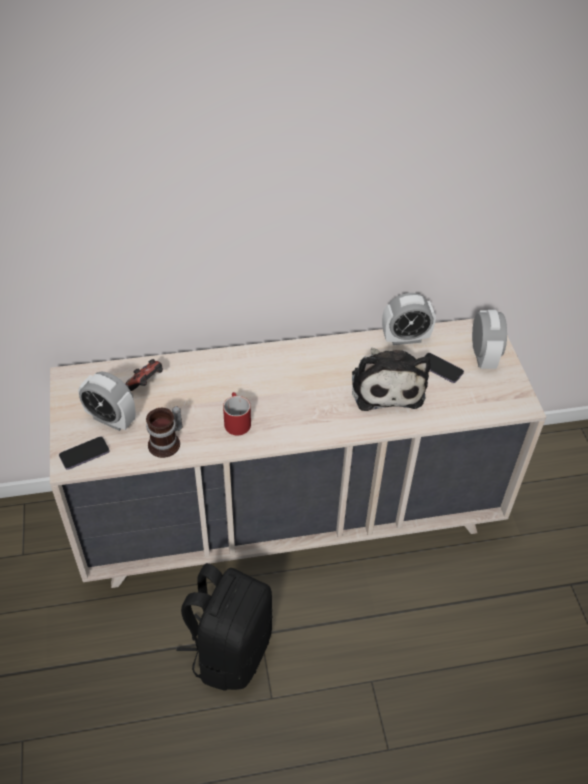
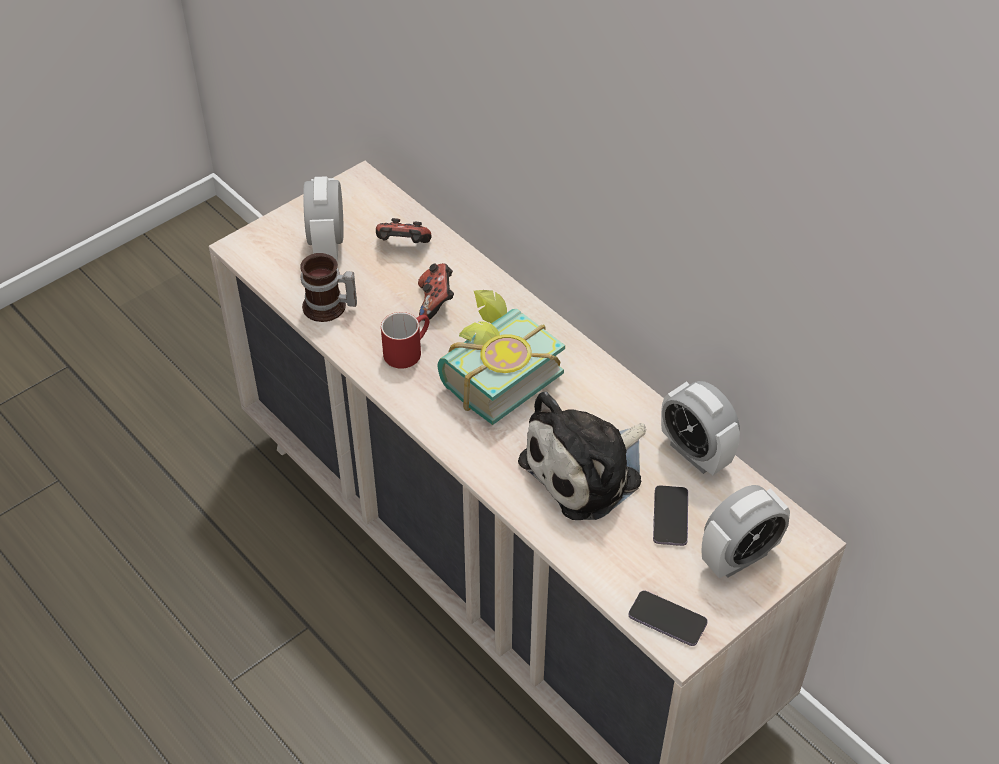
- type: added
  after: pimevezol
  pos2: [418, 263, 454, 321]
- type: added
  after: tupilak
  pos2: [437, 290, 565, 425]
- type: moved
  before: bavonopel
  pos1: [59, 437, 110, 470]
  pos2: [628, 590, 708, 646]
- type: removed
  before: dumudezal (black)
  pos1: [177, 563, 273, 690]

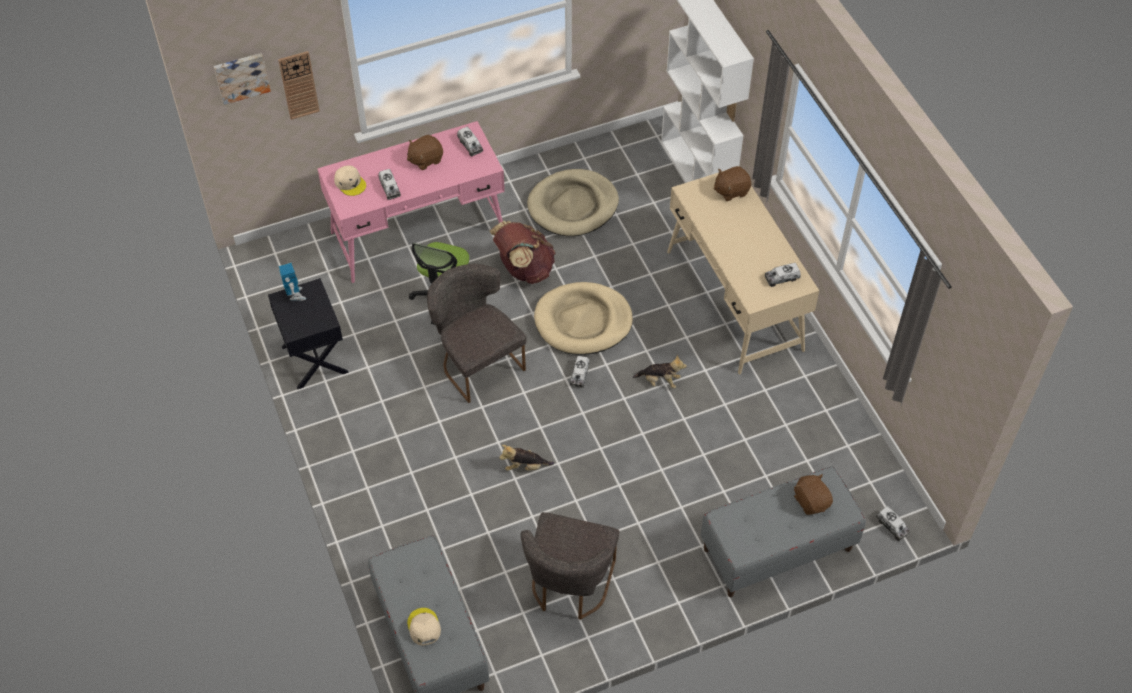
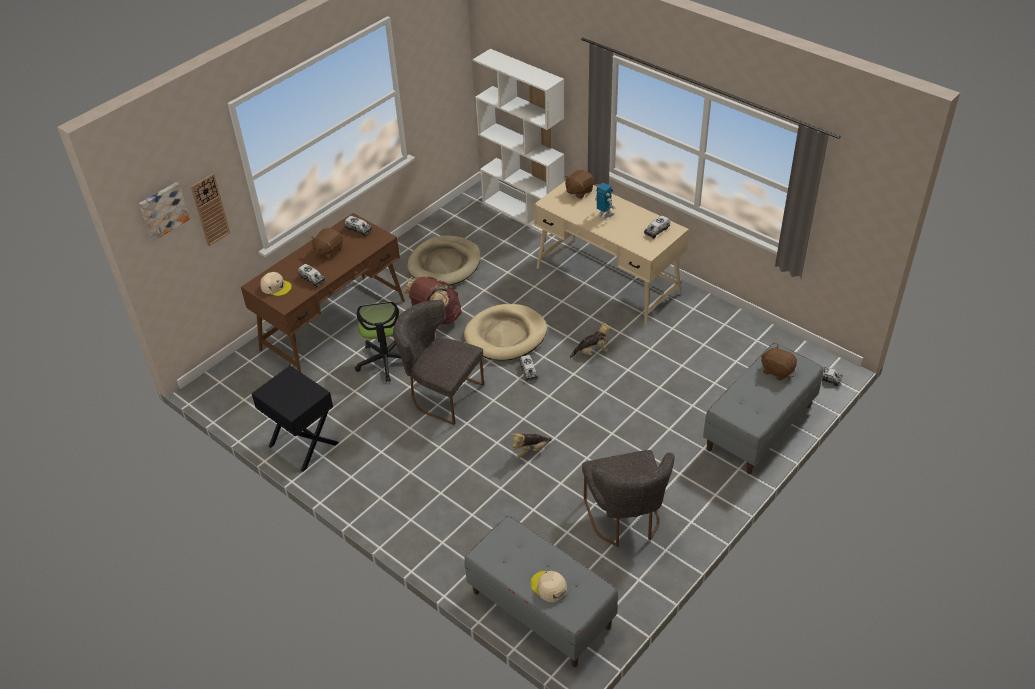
- type: recoloured
  before: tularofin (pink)
  after: tularofin (brown)
  pos1: [317, 121, 505, 283]
  pos2: [241, 213, 405, 372]
- type: moved
  before: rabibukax
  pos1: [279, 263, 306, 301]
  pos2: [595, 182, 616, 219]

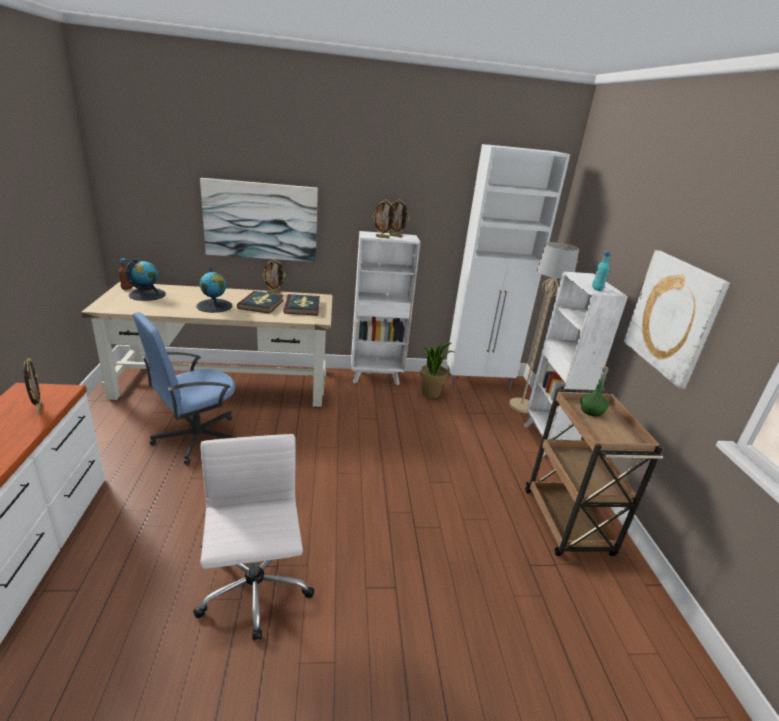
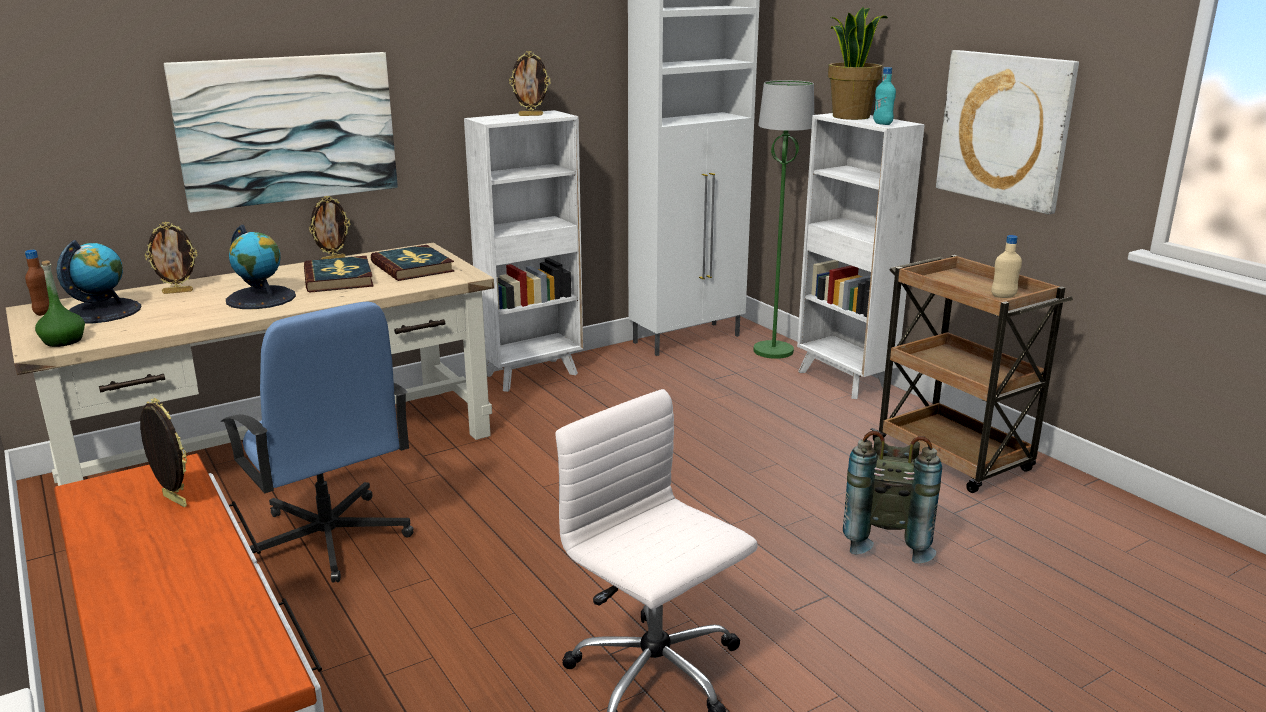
- type: moved
  before: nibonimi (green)
  pos1: [580, 366, 609, 417]
  pos2: [35, 260, 85, 347]
- type: moved
  before: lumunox
  pos1: [372, 200, 397, 239]
  pos2: [145, 222, 197, 294]
- type: turned
  before: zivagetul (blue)
  pos1: [133, 312, 238, 465]
  pos2: [220, 301, 414, 583]
  turn: -60
- type: recoloured
  before: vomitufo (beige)
  after: vomitufo (green)
  pos1: [509, 242, 579, 413]
  pos2: [754, 80, 814, 359]
- type: moved
  before: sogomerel
  pos1: [420, 343, 454, 398]
  pos2: [828, 7, 888, 120]
- type: added
  after: dumudezal (grey)
  pos2: [843, 431, 942, 564]
- type: added
  after: nibonimi (beige)
  pos2: [991, 235, 1022, 298]

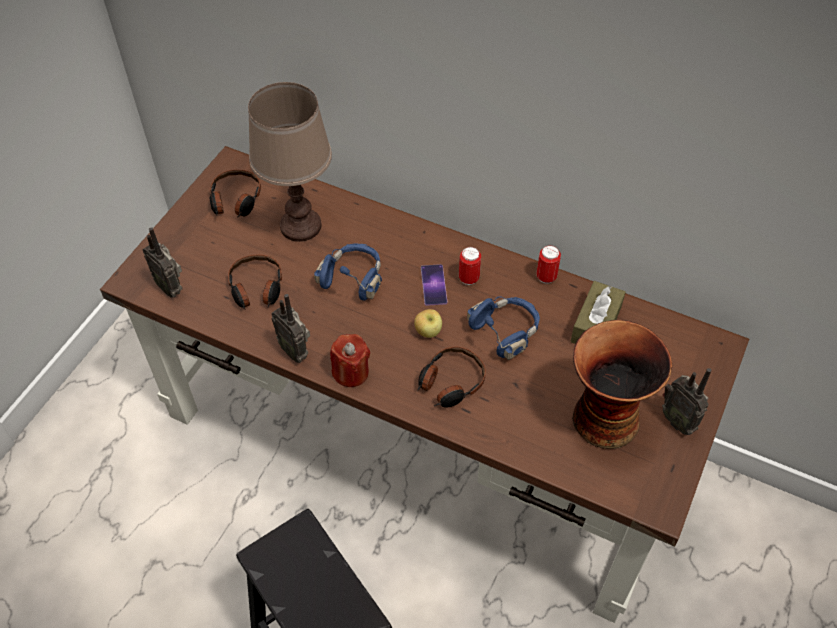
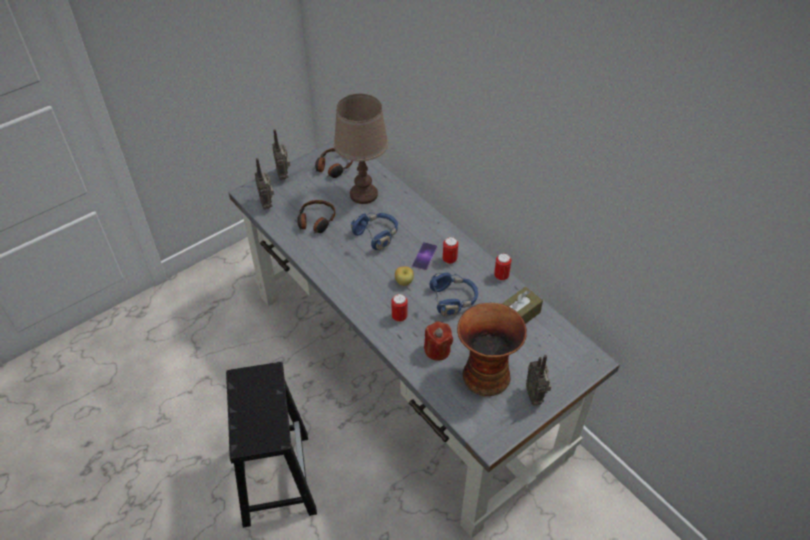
- type: recoloured
  before: tularofin (brown)
  after: tularofin (grey)
  pos1: [100, 146, 749, 623]
  pos2: [228, 141, 620, 538]
- type: moved
  before: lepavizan
  pos1: [271, 294, 310, 363]
  pos2: [272, 129, 290, 180]
- type: replaced
  before: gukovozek
  after: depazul
  pos1: [417, 347, 486, 408]
  pos2: [391, 294, 408, 322]
- type: moved
  before: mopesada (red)
  pos1: [330, 334, 370, 387]
  pos2: [424, 321, 453, 361]

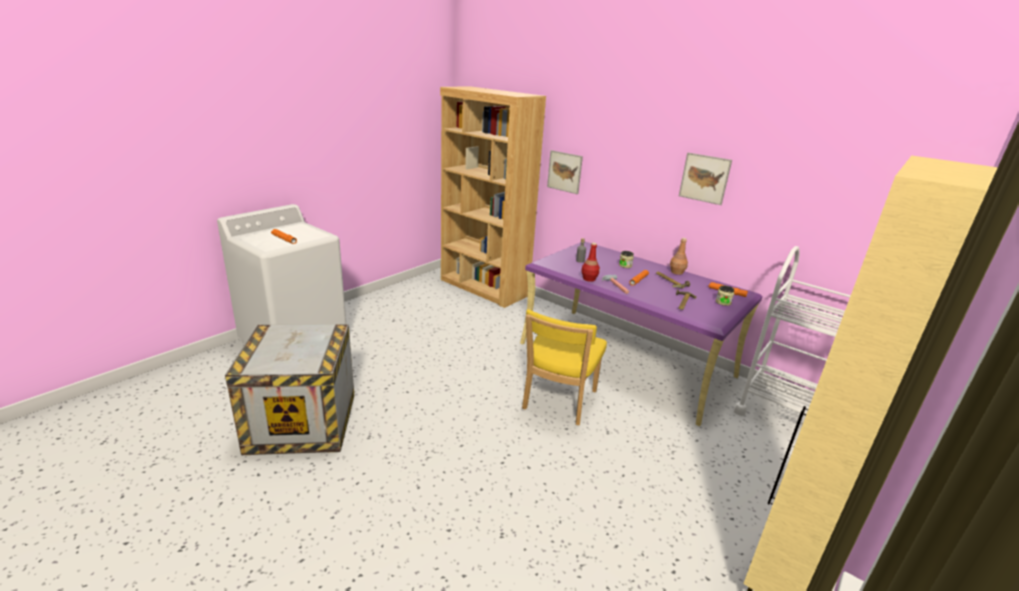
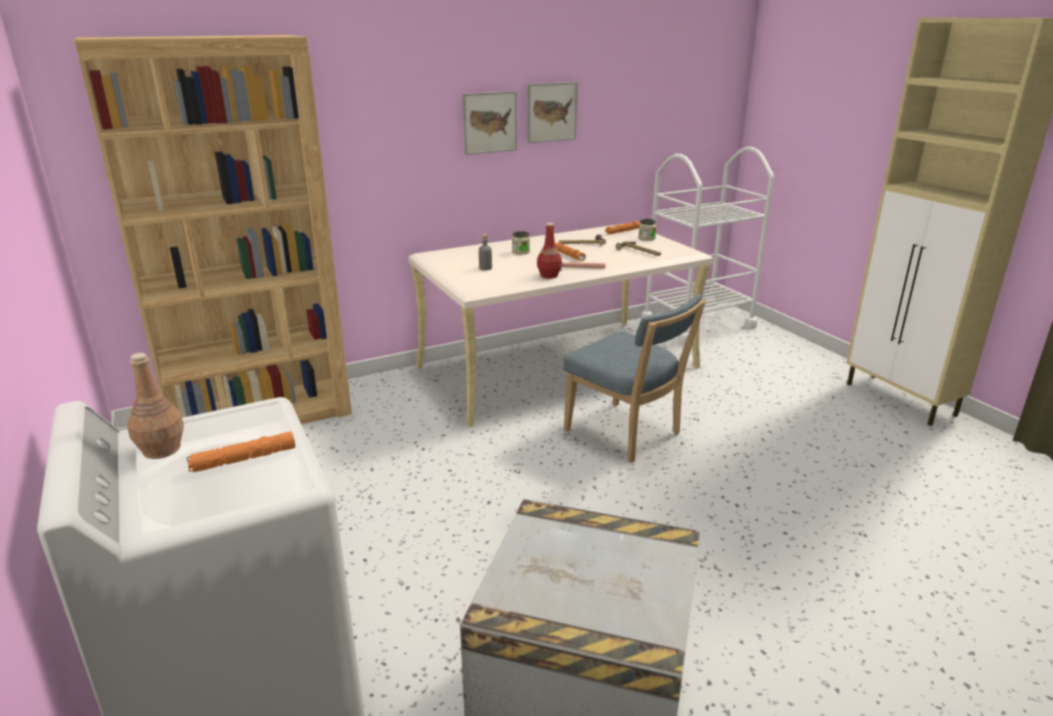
- type: moved
  before: nibonimi (brown)
  pos1: [670, 238, 688, 275]
  pos2: [127, 353, 184, 459]
- type: recoloured
  before: tularofin (purple)
  after: tularofin (beige)
  pos1: [520, 241, 762, 426]
  pos2: [408, 223, 713, 427]
- type: moved
  before: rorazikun
  pos1: [547, 150, 583, 194]
  pos2: [462, 91, 517, 155]
- type: recoloured
  before: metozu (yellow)
  after: metozu (blue)
  pos1: [522, 310, 607, 425]
  pos2: [563, 294, 706, 463]

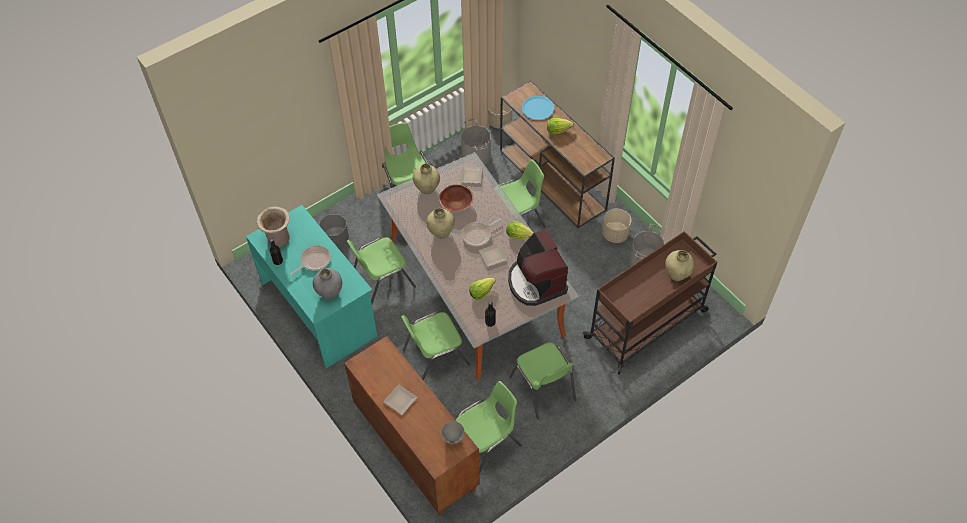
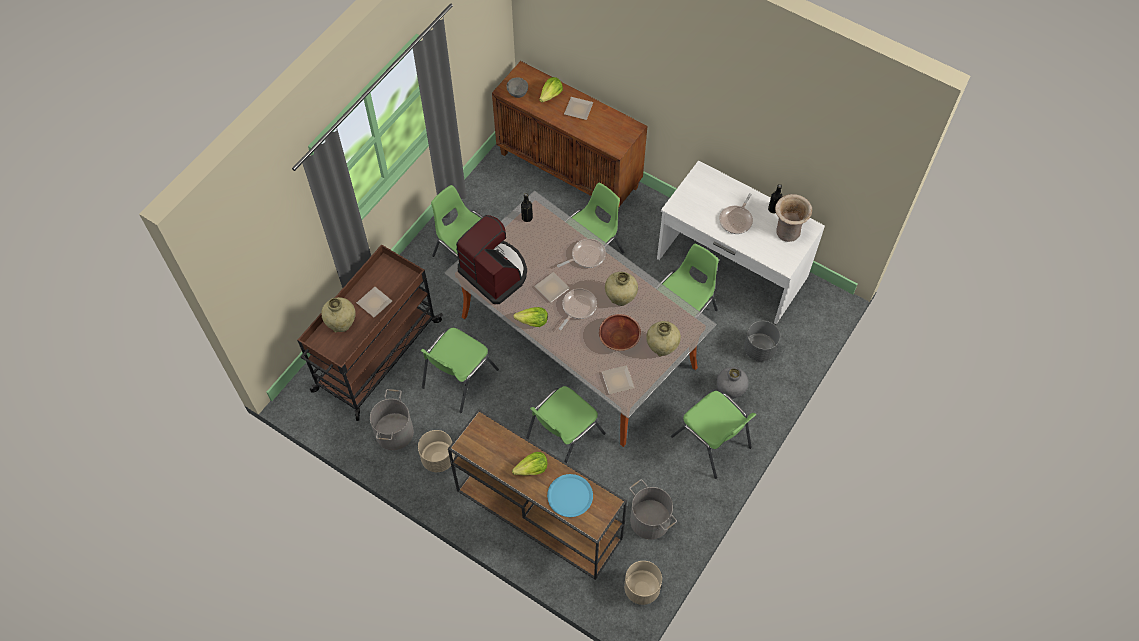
- type: added
  after: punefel
  pos2: [357, 287, 392, 317]
- type: moved
  before: metozu (green)
  pos1: [456, 381, 522, 473]
  pos2: [421, 328, 499, 413]
- type: moved
  before: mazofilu
  pos1: [469, 278, 496, 300]
  pos2: [539, 77, 563, 102]
- type: added
  after: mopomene
  pos2: [557, 239, 606, 268]
- type: recoloured
  before: tularofin (turquoise)
  after: tularofin (white)
  pos1: [246, 205, 377, 368]
  pos2: [657, 160, 825, 324]
- type: moved
  before: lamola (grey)
  pos1: [313, 268, 342, 300]
  pos2: [717, 367, 749, 399]

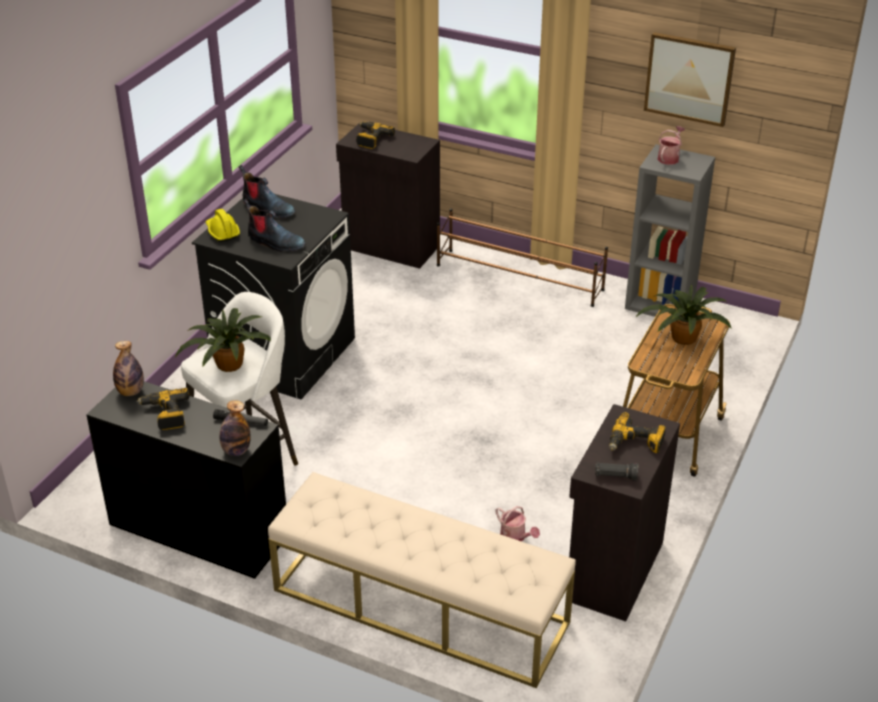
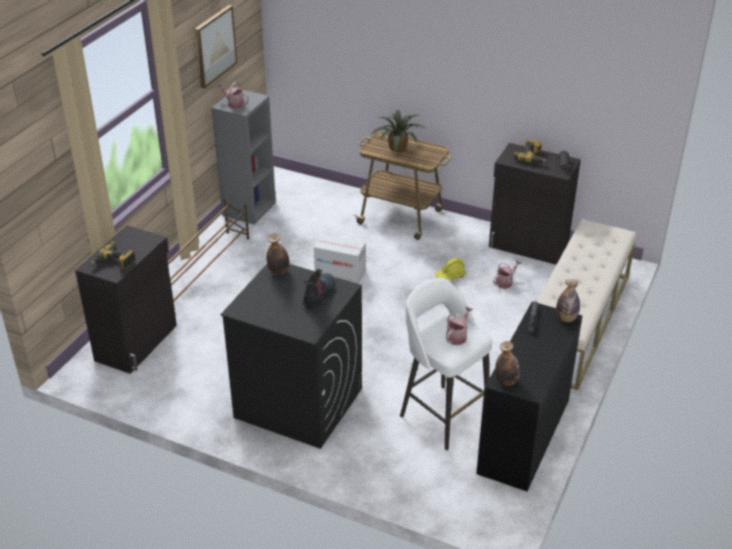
- type: added
  after: nibonimi
  pos2: [267, 234, 290, 275]
- type: added
  after: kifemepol
  pos2: [314, 234, 366, 284]
- type: moved
  before: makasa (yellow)
  pos1: [206, 209, 240, 242]
  pos2: [434, 258, 466, 280]
- type: replaced
  before: sogomerel
  after: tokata
  pos1: [175, 308, 271, 372]
  pos2: [446, 306, 473, 345]
- type: removed
  before: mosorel
  pos1: [136, 388, 189, 430]
- type: removed
  before: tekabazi
  pos1: [239, 165, 296, 219]

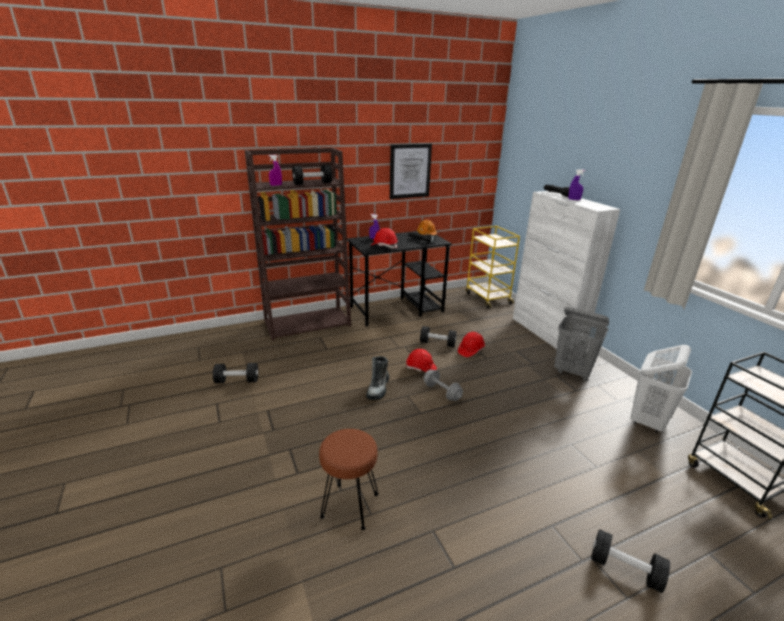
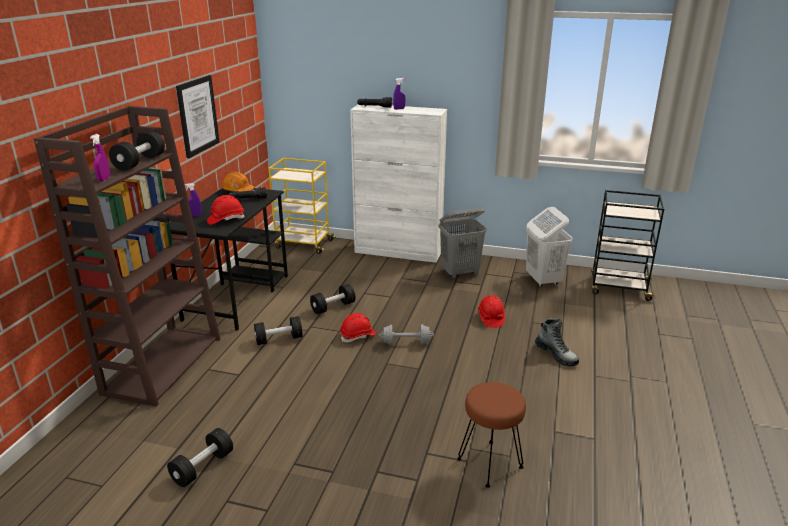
- type: moved
  before: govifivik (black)
  pos1: [591, 529, 670, 593]
  pos2: [254, 316, 303, 345]
- type: moved
  before: makasa (red)
  pos1: [458, 332, 485, 357]
  pos2: [478, 295, 505, 328]
- type: moved
  before: tekabazi
  pos1: [366, 356, 389, 400]
  pos2: [535, 318, 579, 366]

